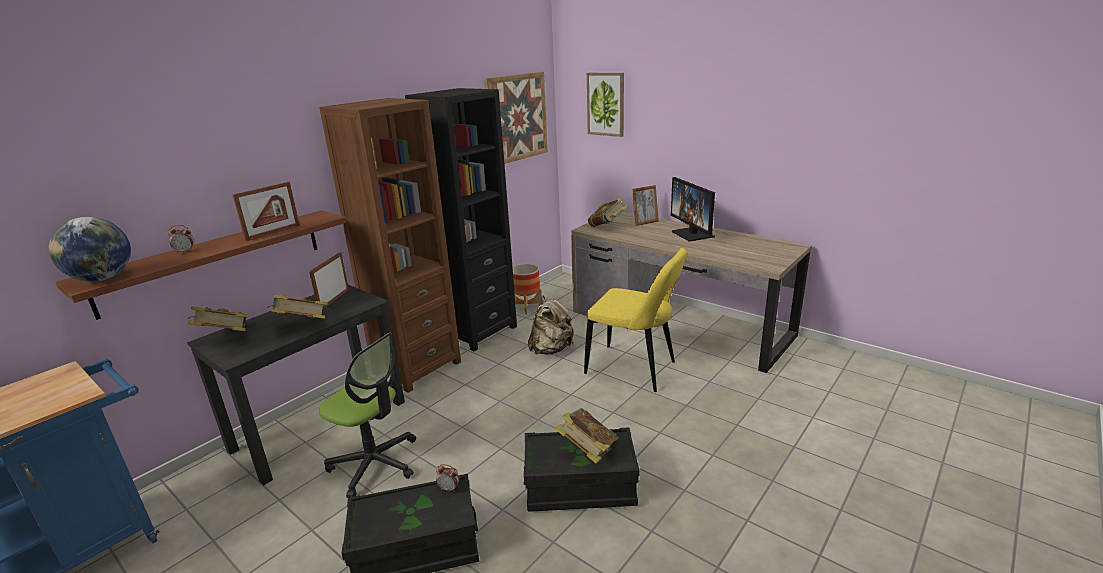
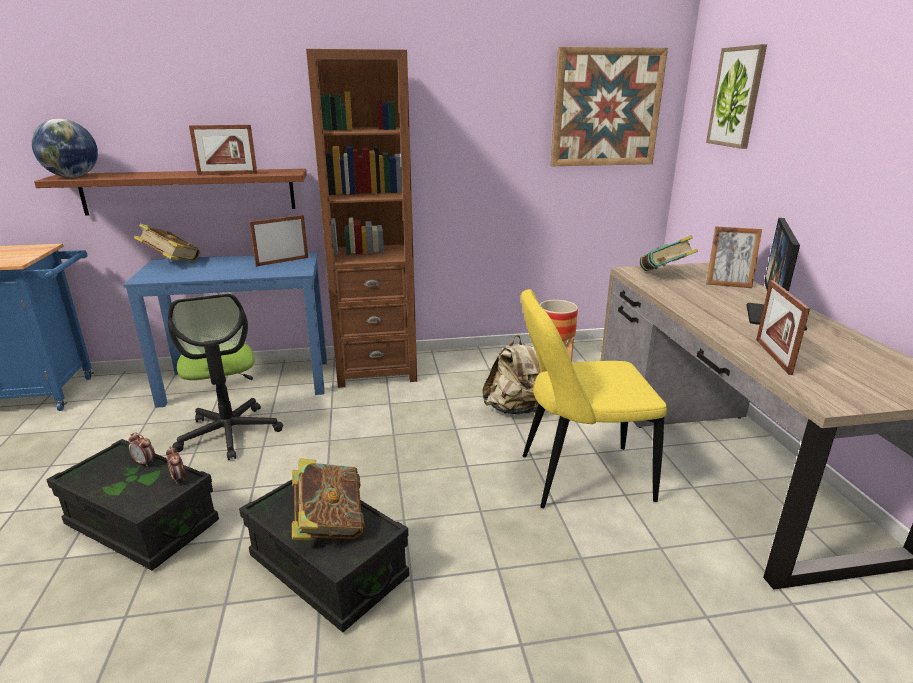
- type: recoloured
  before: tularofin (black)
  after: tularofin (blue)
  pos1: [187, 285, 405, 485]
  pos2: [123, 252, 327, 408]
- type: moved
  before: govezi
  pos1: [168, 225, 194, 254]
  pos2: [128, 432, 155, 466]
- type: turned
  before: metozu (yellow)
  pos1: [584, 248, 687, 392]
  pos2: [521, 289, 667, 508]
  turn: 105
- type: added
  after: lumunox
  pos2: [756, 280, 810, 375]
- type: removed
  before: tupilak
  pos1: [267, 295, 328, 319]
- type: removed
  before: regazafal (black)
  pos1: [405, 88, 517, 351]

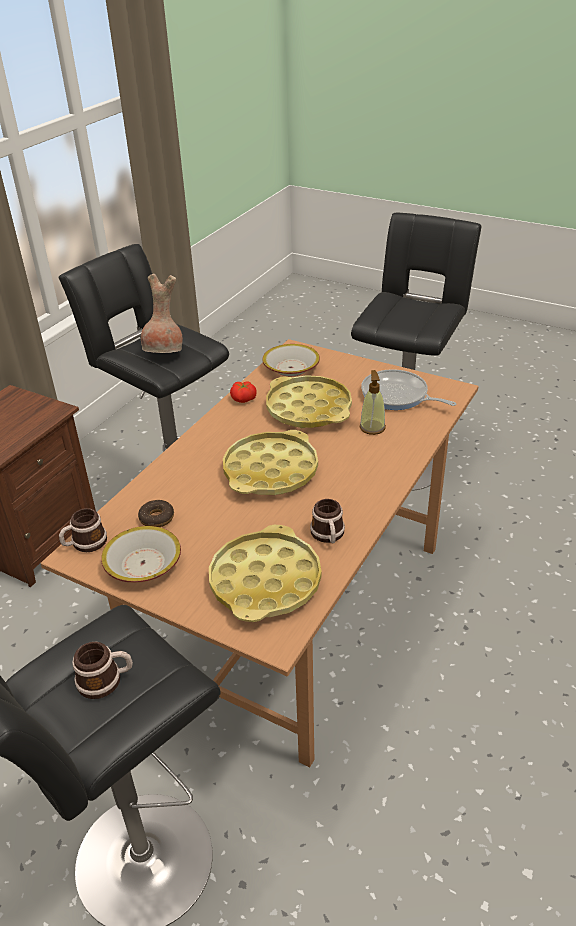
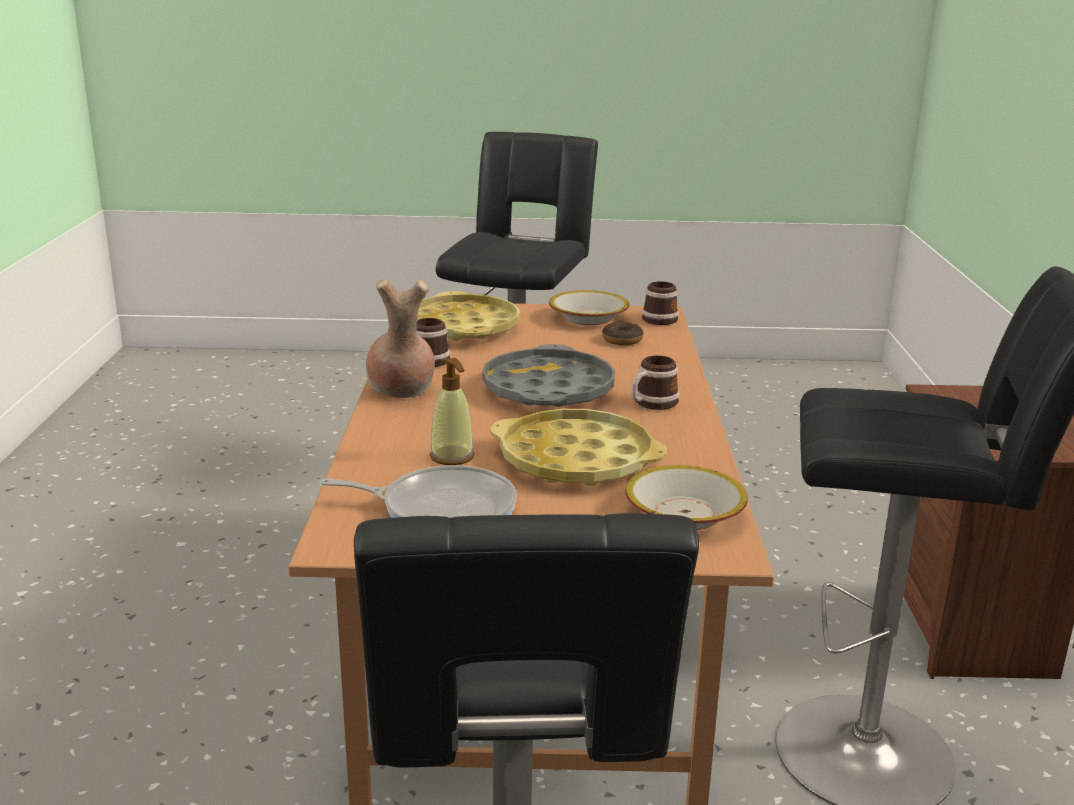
- type: moved
  before: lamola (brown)
  pos1: [141, 274, 183, 353]
  pos2: [366, 279, 435, 398]
- type: recoloured
  before: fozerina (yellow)
  after: fozerina (grey)
  pos1: [223, 430, 318, 495]
  pos2: [482, 344, 615, 407]
- type: moved
  before: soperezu
  pos1: [72, 642, 133, 699]
  pos2: [631, 355, 680, 410]
- type: removed
  before: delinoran
  pos1: [230, 381, 257, 403]

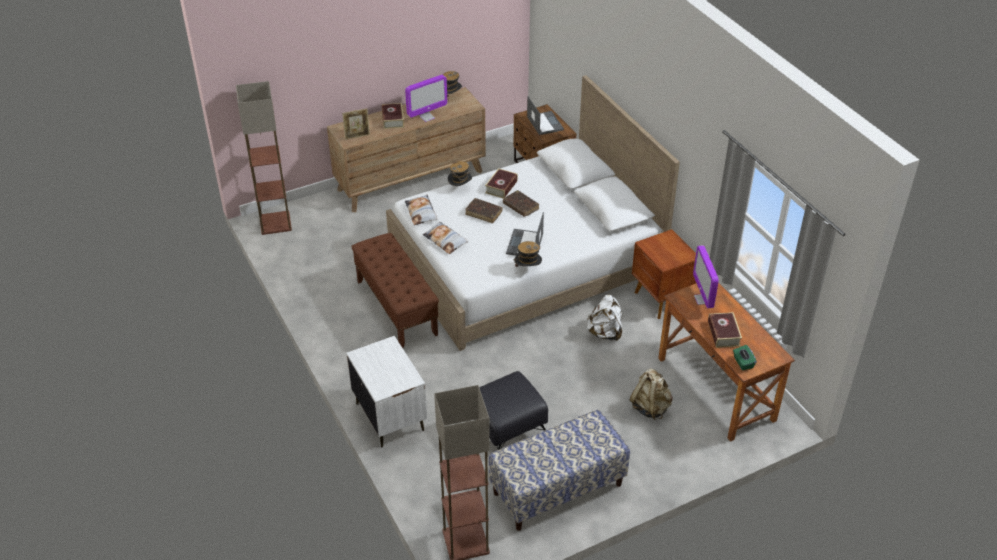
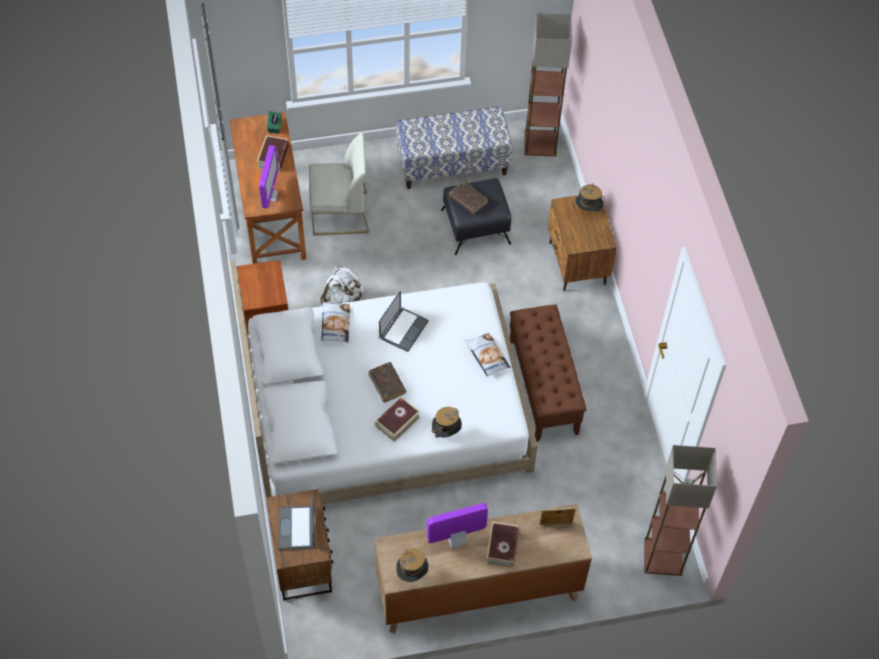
- type: replaced
  before: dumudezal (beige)
  after: metozu (white)
  pos1: [630, 369, 673, 420]
  pos2: [309, 132, 369, 236]
- type: moved
  before: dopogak
  pos1: [405, 194, 437, 225]
  pos2: [321, 302, 350, 342]
- type: moved
  before: tupilak (brown)
  pos1: [465, 198, 503, 223]
  pos2: [449, 181, 488, 214]
- type: recoloured
  before: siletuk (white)
  after: siletuk (brown)
  pos1: [346, 336, 427, 447]
  pos2: [548, 195, 617, 291]
- type: moved
  before: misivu
  pos1: [513, 241, 542, 267]
  pos2: [575, 183, 604, 212]

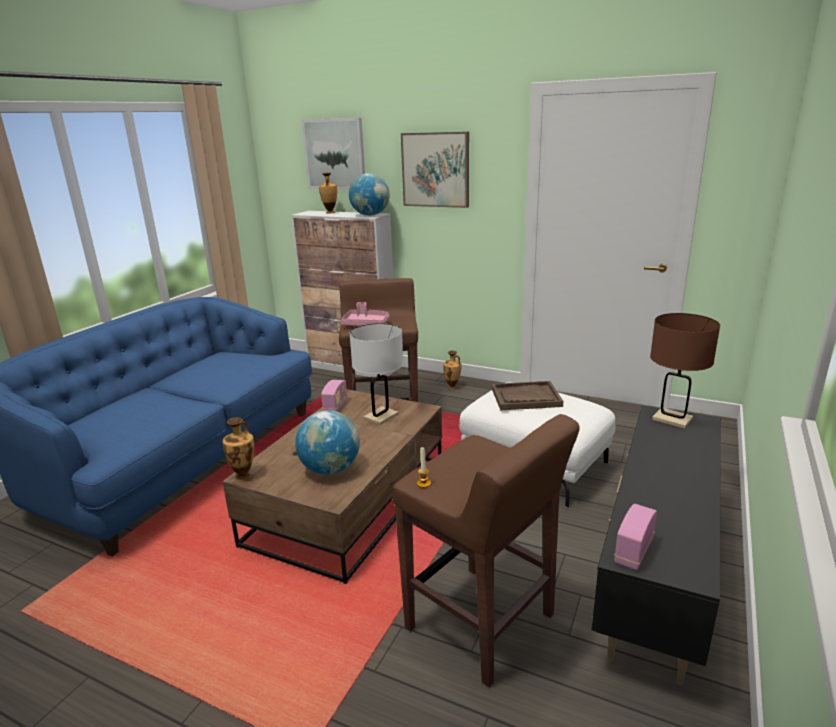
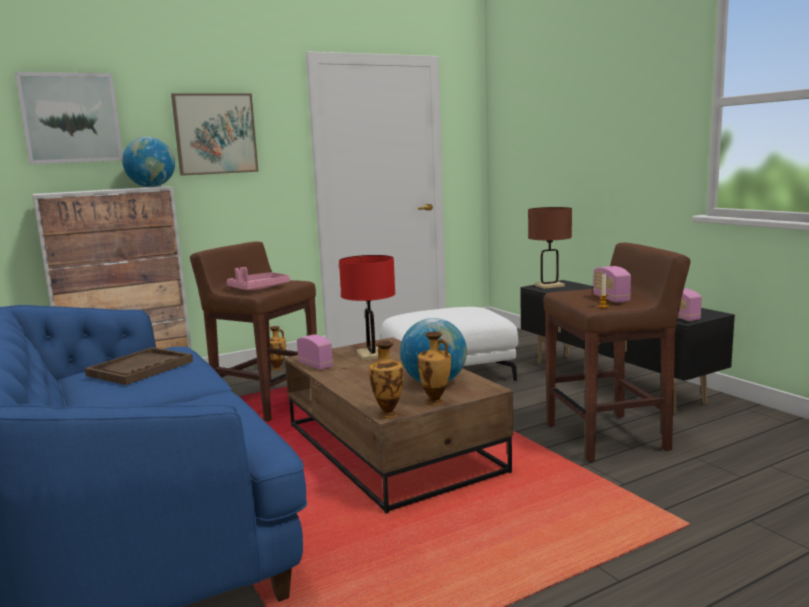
- type: moved
  before: fozerina (brown)
  pos1: [492, 381, 563, 410]
  pos2: [85, 347, 193, 385]
- type: recoloured
  before: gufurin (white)
  after: gufurin (red)
  pos1: [349, 323, 404, 425]
  pos2: [339, 255, 395, 361]
- type: moved
  before: lamola
  pos1: [319, 172, 337, 213]
  pos2: [418, 331, 451, 405]
- type: added
  after: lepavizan
  pos2: [593, 266, 631, 303]

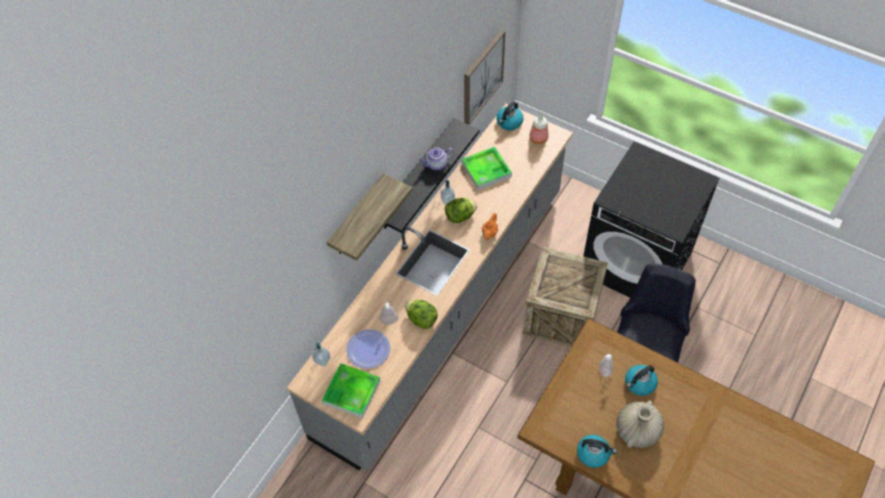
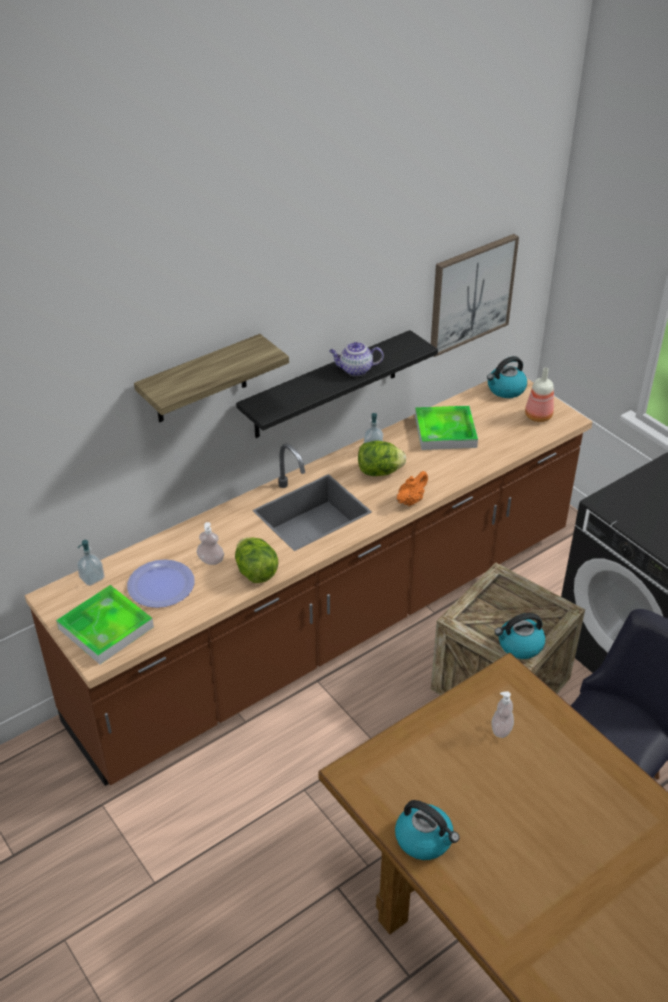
- type: recoloured
  before: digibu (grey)
  after: digibu (brown)
  pos1: [287, 104, 573, 471]
  pos2: [25, 379, 593, 786]
- type: moved
  before: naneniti
  pos1: [625, 365, 658, 396]
  pos2: [495, 613, 545, 659]
- type: removed
  before: lamola (beige)
  pos1: [616, 401, 664, 448]

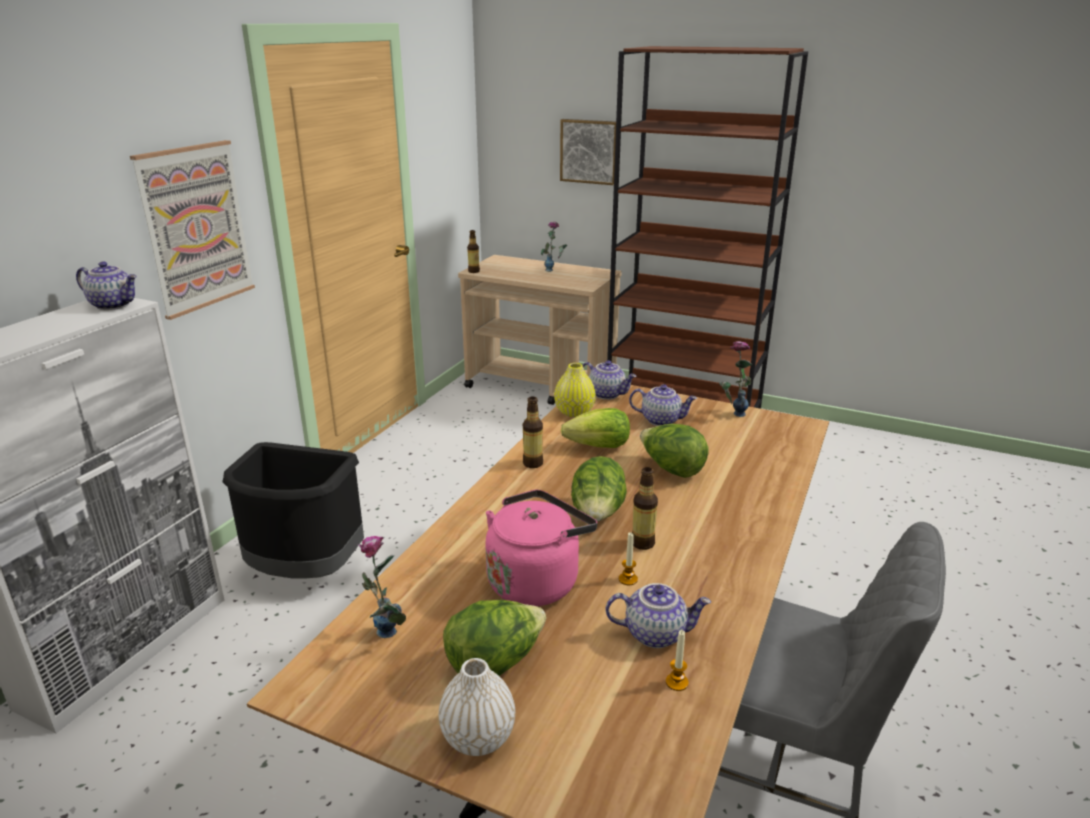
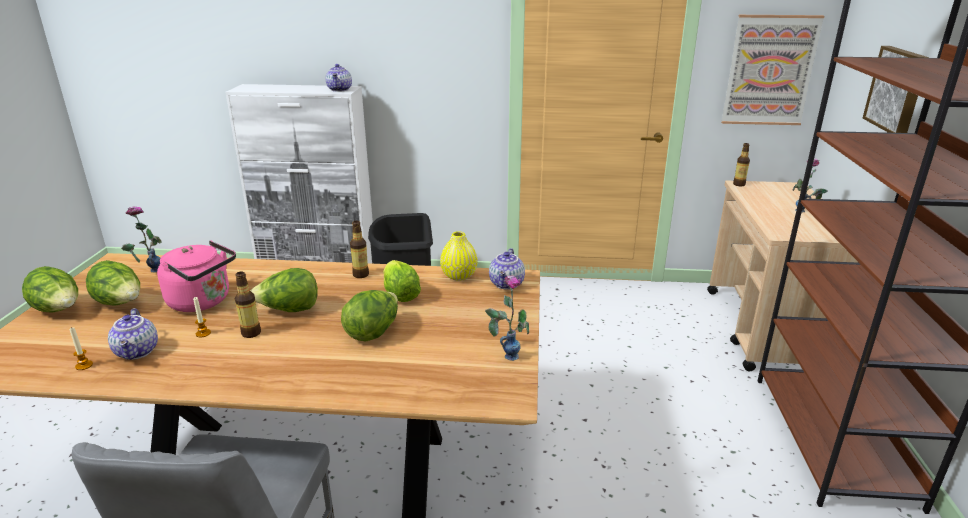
- type: replaced
  before: lamola (white)
  after: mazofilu
  pos1: [439, 658, 515, 756]
  pos2: [22, 266, 78, 313]
- type: moved
  before: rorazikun
  pos1: [130, 140, 255, 320]
  pos2: [721, 15, 824, 125]
- type: removed
  before: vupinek
  pos1: [629, 384, 697, 426]

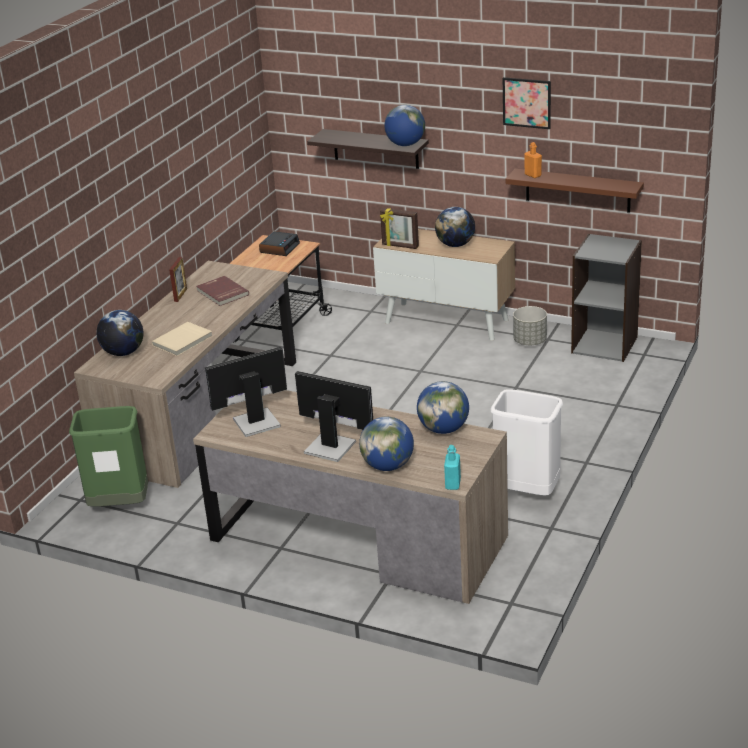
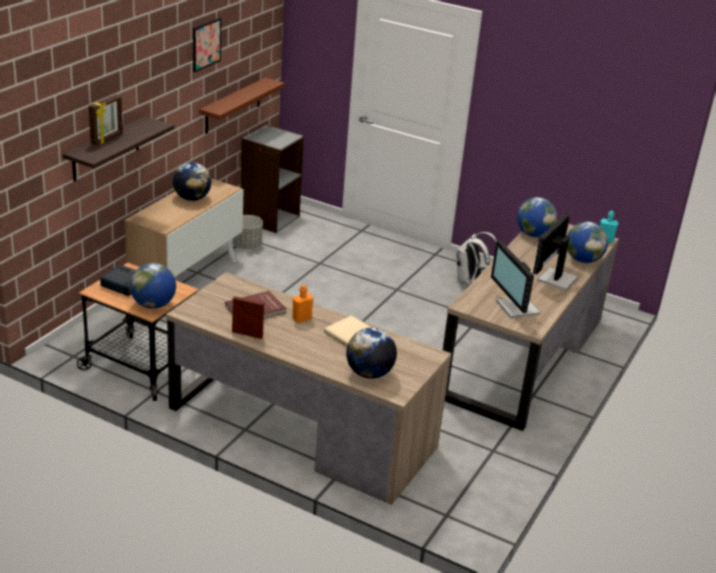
- type: moved
  before: lumunox
  pos1: [380, 208, 419, 249]
  pos2: [89, 94, 123, 146]
- type: moved
  before: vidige
  pos1: [384, 105, 425, 146]
  pos2: [130, 263, 176, 309]
- type: moved
  before: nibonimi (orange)
  pos1: [524, 142, 542, 178]
  pos2: [292, 285, 313, 323]
- type: replaced
  before: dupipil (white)
  after: dumudezal (white)
  pos1: [491, 389, 563, 496]
  pos2: [456, 232, 497, 285]
- type: removed
  before: dupipil (green)
  pos1: [69, 406, 148, 507]

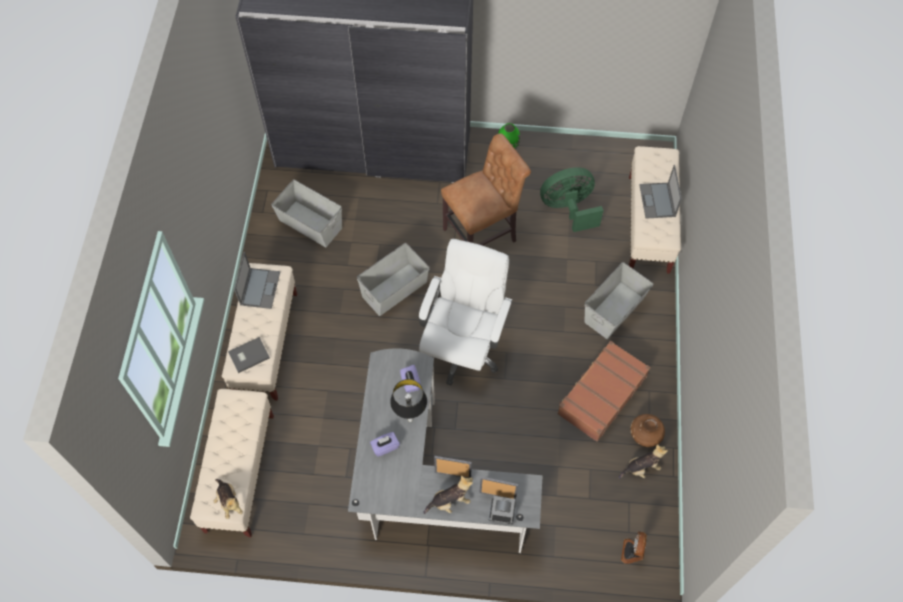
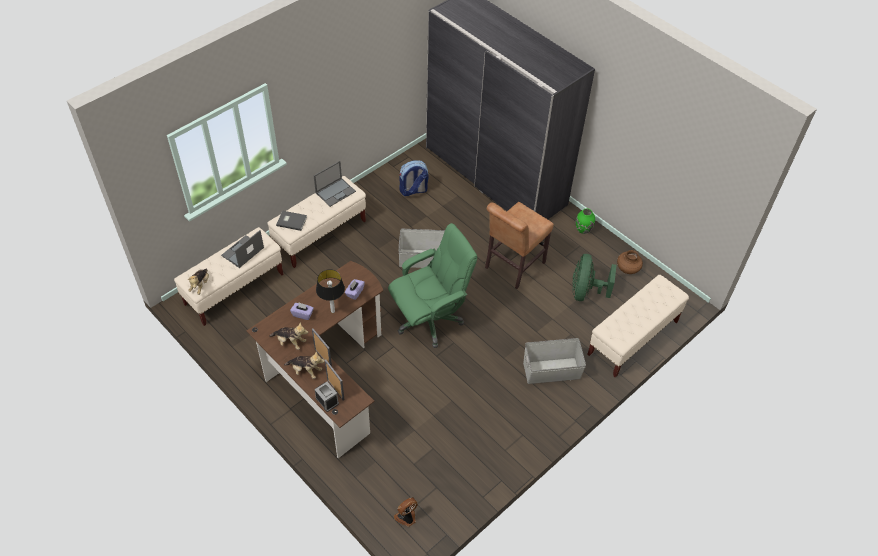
- type: moved
  before: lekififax
  pos1: [639, 165, 682, 219]
  pos2: [221, 230, 264, 268]
- type: recoloured
  before: tularofin (grey)
  after: tularofin (brown)
  pos1: [348, 348, 543, 553]
  pos2: [246, 261, 383, 458]
- type: moved
  before: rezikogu
  pos1: [619, 444, 668, 479]
  pos2: [269, 322, 308, 350]
- type: recoloured
  before: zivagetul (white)
  after: zivagetul (green)
  pos1: [419, 239, 512, 385]
  pos2: [388, 223, 477, 348]
- type: replaced
  before: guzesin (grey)
  after: dumudezal
  pos1: [271, 180, 342, 247]
  pos2: [399, 160, 428, 196]
- type: turned
  before: metozu (brown)
  pos1: [441, 133, 531, 246]
  pos2: [485, 202, 554, 289]
  turn: 120
- type: turned
  before: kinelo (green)
  pos1: [540, 167, 604, 232]
  pos2: [572, 254, 617, 301]
  turn: -105
- type: moved
  before: lamola (brown)
  pos1: [630, 414, 665, 447]
  pos2: [617, 250, 643, 274]
- type: removed
  before: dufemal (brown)
  pos1: [557, 341, 651, 442]

